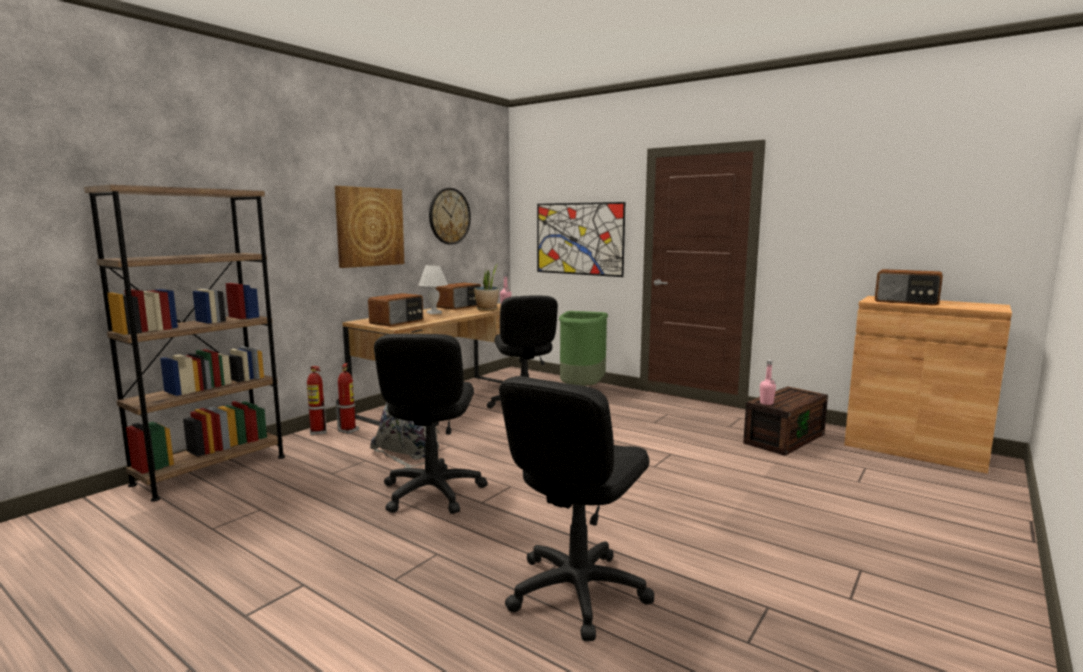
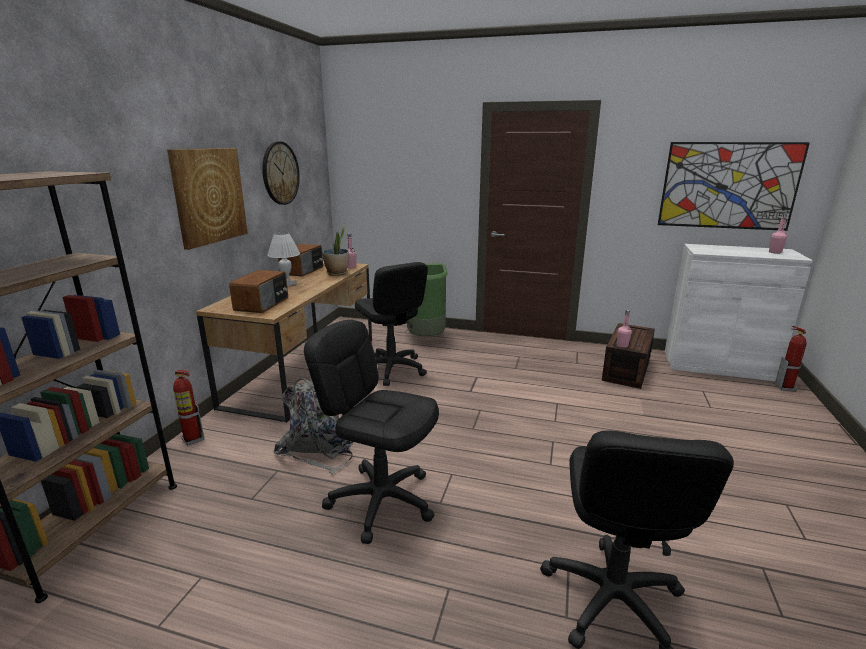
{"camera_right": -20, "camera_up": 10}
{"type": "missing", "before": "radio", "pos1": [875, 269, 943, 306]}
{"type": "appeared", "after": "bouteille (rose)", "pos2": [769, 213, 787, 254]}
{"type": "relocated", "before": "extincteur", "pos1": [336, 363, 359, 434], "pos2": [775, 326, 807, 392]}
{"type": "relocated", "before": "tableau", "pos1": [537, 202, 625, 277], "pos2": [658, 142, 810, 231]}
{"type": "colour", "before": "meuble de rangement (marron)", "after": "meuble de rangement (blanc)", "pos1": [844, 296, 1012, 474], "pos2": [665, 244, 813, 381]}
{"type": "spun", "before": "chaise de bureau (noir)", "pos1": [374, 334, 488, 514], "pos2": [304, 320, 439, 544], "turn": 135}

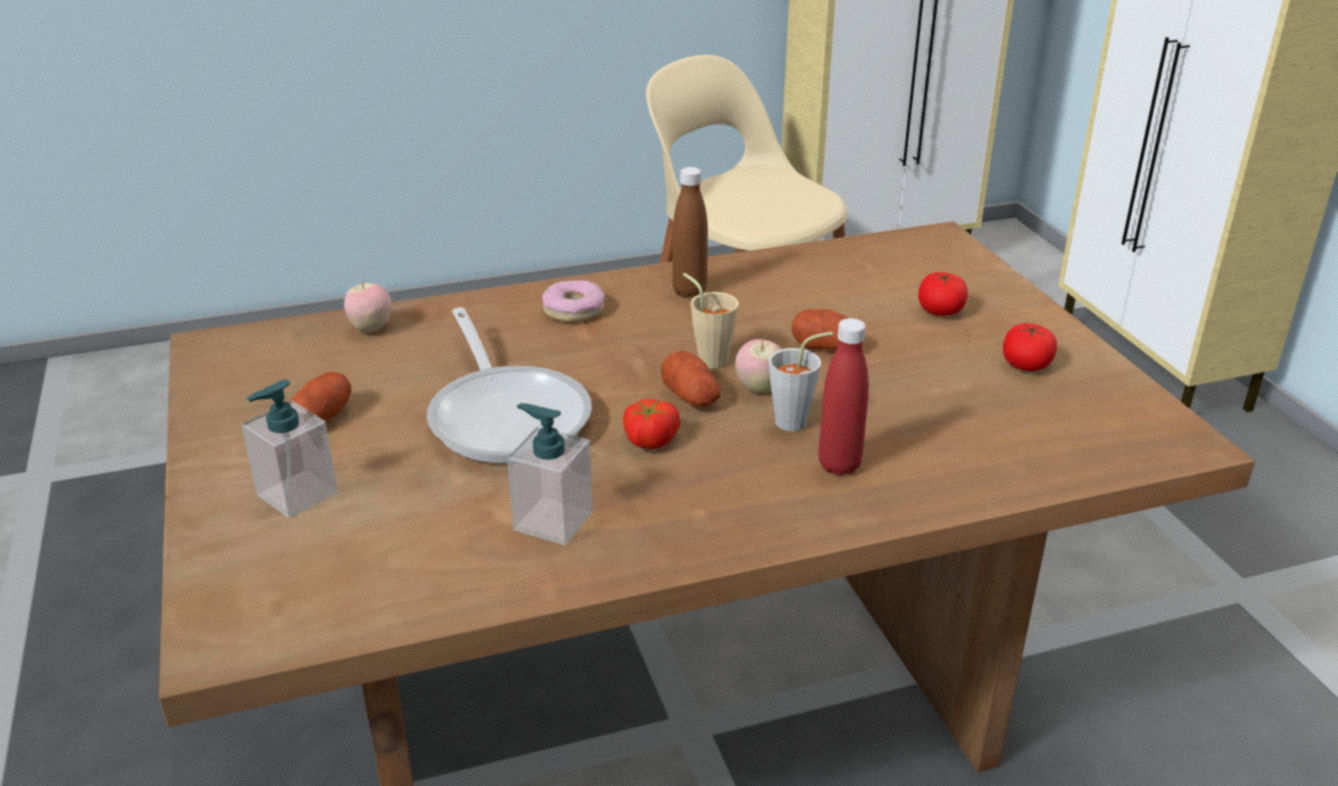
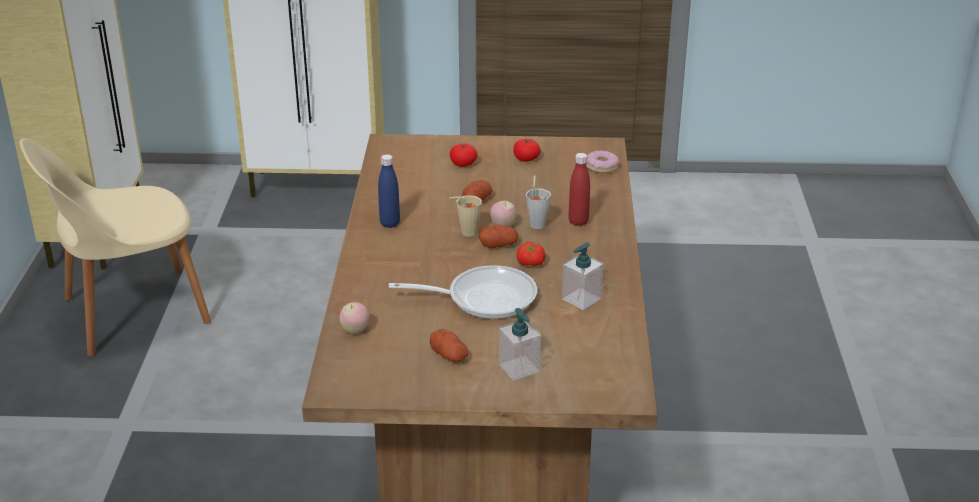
{"camera_right": -70, "camera_up": 0}
{"type": "relocated", "before": "beignet", "pos1": [542, 280, 605, 322], "pos2": [586, 151, 619, 173]}
{"type": "colour", "before": "bouteille (marron)", "after": "bouteille (bleu)", "pos1": [672, 167, 708, 298], "pos2": [378, 154, 400, 228]}

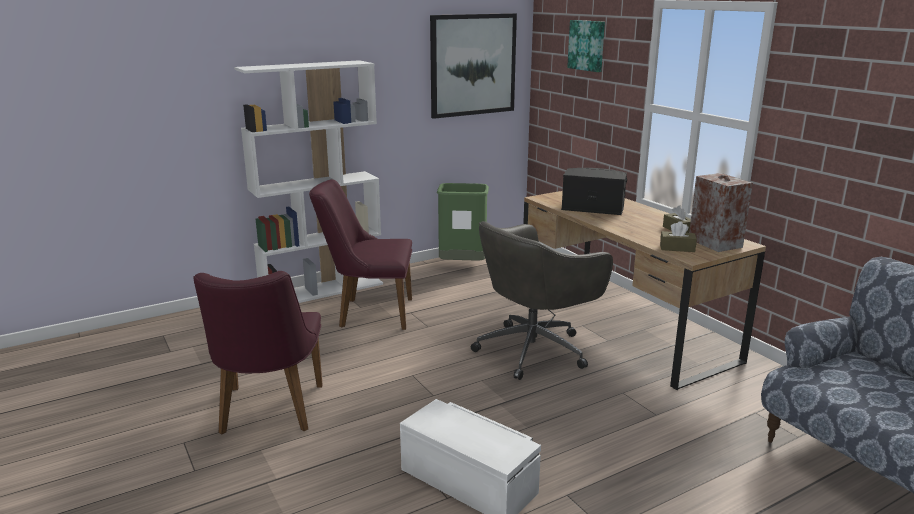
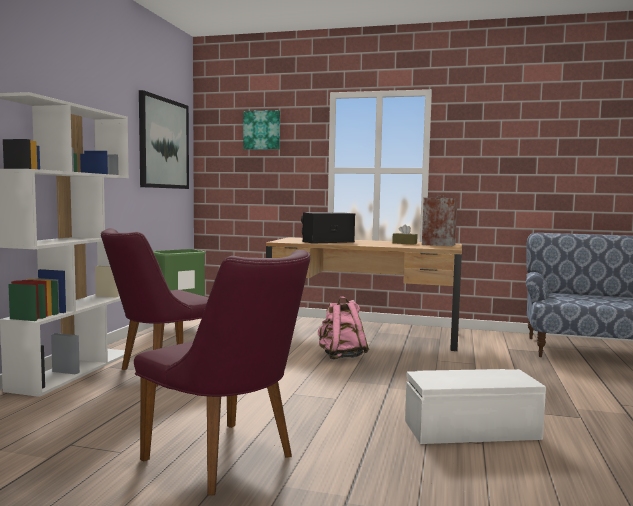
{"camera_right": -45, "camera_up": -15}
{"type": "missing", "before": "boîte à mouchoirs (marron)", "pos1": [660, 221, 697, 252]}
{"type": "exchanged", "before": "chaise de bureau (gris)", "after": "sac à dos (rose)", "pos1": [471, 221, 613, 380], "pos2": [318, 296, 369, 360]}

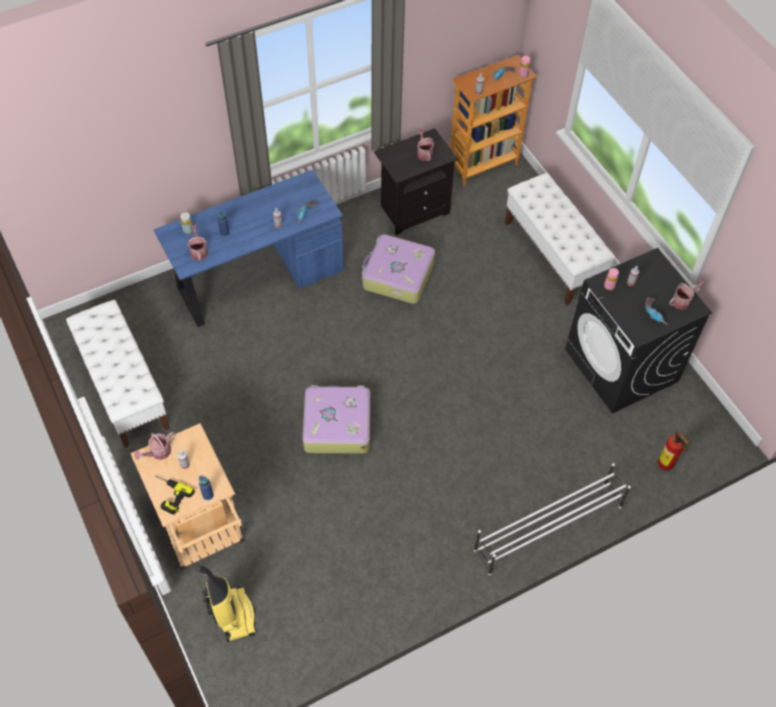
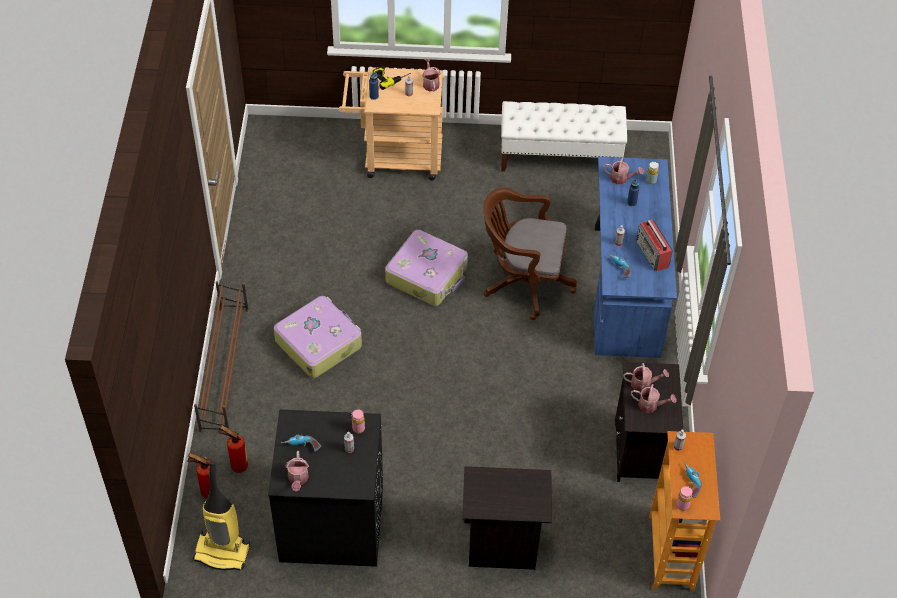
{"camera_right": 120, "camera_up": -5}
{"type": "appeared", "after": "extincteur", "pos2": [219, 425, 248, 473]}
{"type": "appeared", "after": "chaise de bureau (marron)", "pos2": [483, 187, 577, 320]}
{"type": "appeared", "after": "arrosoir", "pos2": [623, 363, 669, 392]}
{"type": "appeared", "after": "radio", "pos2": [636, 220, 673, 271]}
{"type": "relocated", "before": "aspirateur", "pos1": [196, 565, 256, 642], "pos2": [193, 461, 250, 571]}
{"type": "relocated", "before": "valise", "pos1": [362, 234, 435, 304], "pos2": [274, 296, 362, 378]}
{"type": "exchanged", "before": "banc (blanc)", "after": "table de chevet (noir)", "pos1": [505, 173, 616, 305], "pos2": [462, 466, 552, 570]}
{"type": "colour", "before": "étagère à chaussures (blanc)", "after": "étagère à chaussures (marron)", "pos1": [474, 463, 631, 575], "pos2": [194, 281, 249, 432]}

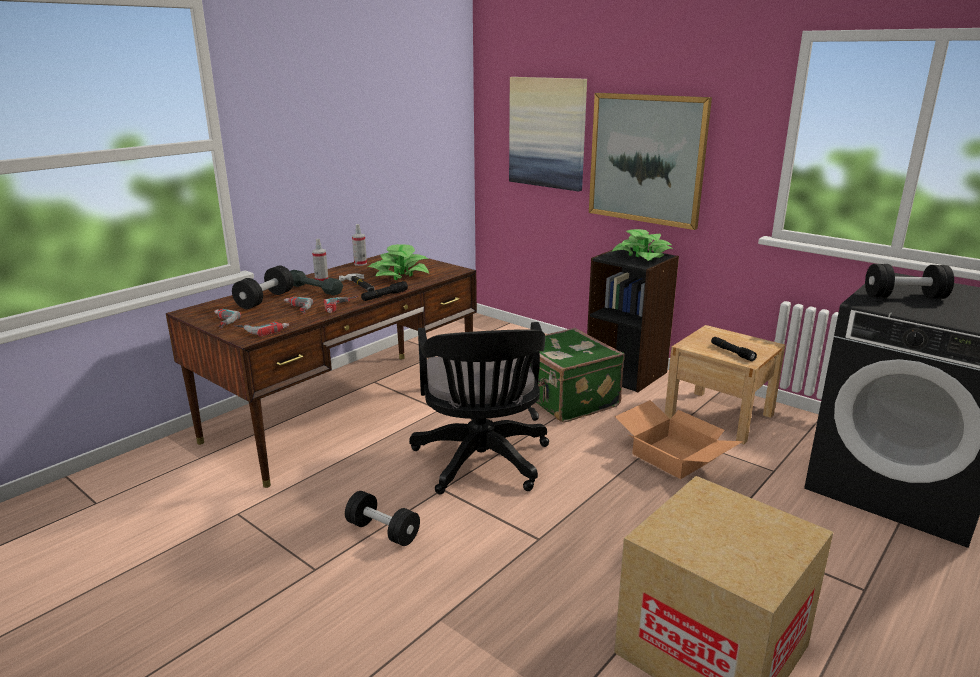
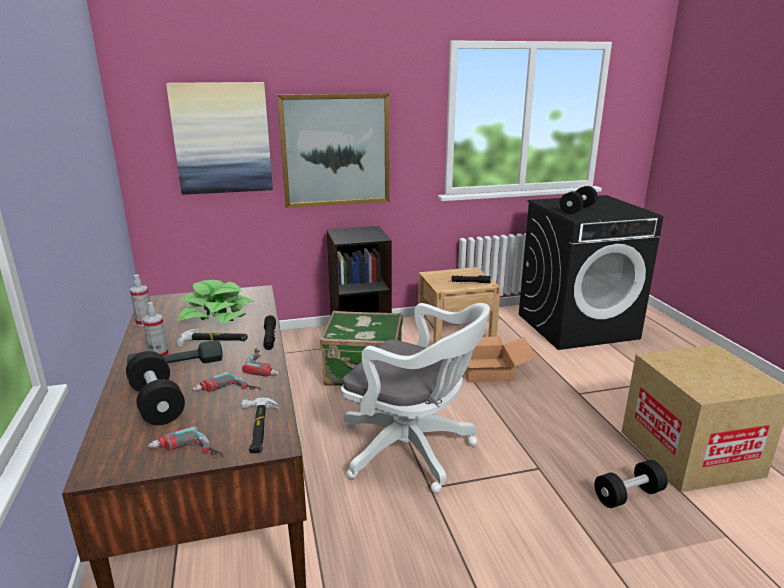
{"camera_right": -55, "camera_up": 0}
{"type": "missing", "before": "plante en pot", "pos1": [611, 229, 673, 261]}
{"type": "relocated", "before": "haltère (noir)", "pos1": [345, 491, 420, 546], "pos2": [594, 460, 668, 508]}
{"type": "exchanged", "before": "perceuse", "after": "marteau", "pos1": [233, 322, 289, 337], "pos2": [242, 397, 279, 453]}
{"type": "colour", "before": "chaise de bureau (noir)", "after": "chaise de bureau (blanc)", "pos1": [409, 322, 549, 494], "pos2": [341, 303, 490, 493]}

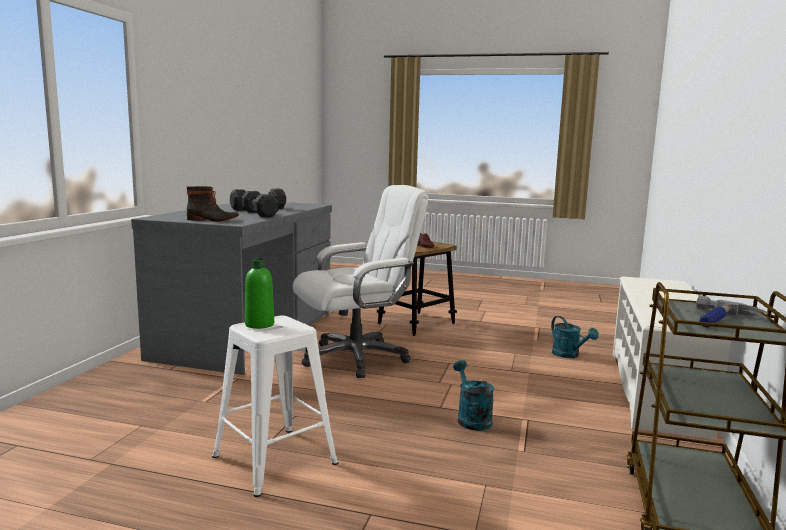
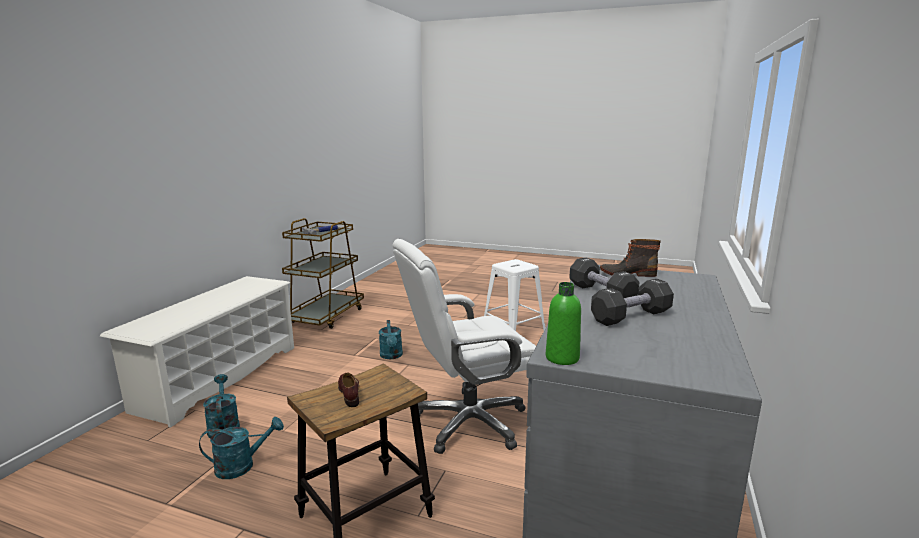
{"camera_right": -175, "camera_up": 5}
{"type": "appeared", "after": "arrosoir (turquoise)", "pos2": [199, 417, 284, 479]}
{"type": "relocated", "before": "bouteille (vert)", "pos1": [245, 258, 274, 329], "pos2": [546, 282, 581, 365]}

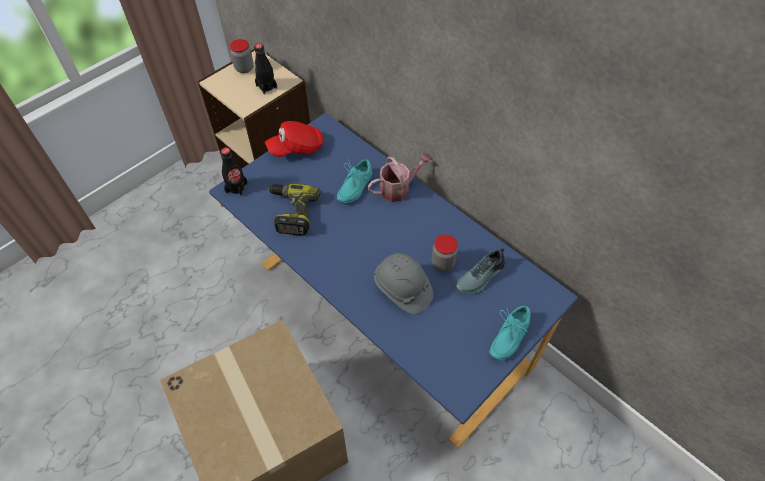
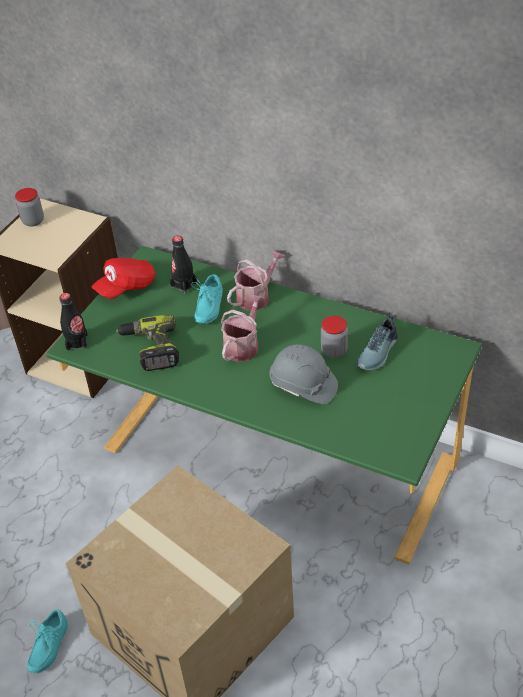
{"camera_right": -15, "camera_up": -10}
{"type": "appeared", "after": "arrosoir", "pos2": [221, 294, 265, 362]}
{"type": "relocated", "before": "bouteille (noir)", "pos1": [254, 43, 277, 94], "pos2": [170, 236, 197, 294]}
{"type": "relocated", "before": "chaussure (turquoise)", "pos1": [489, 306, 531, 360], "pos2": [27, 610, 68, 673]}
{"type": "colour", "before": "bureau (bleu)", "after": "bureau (vert)", "pos1": [209, 113, 578, 449], "pos2": [46, 246, 482, 564]}

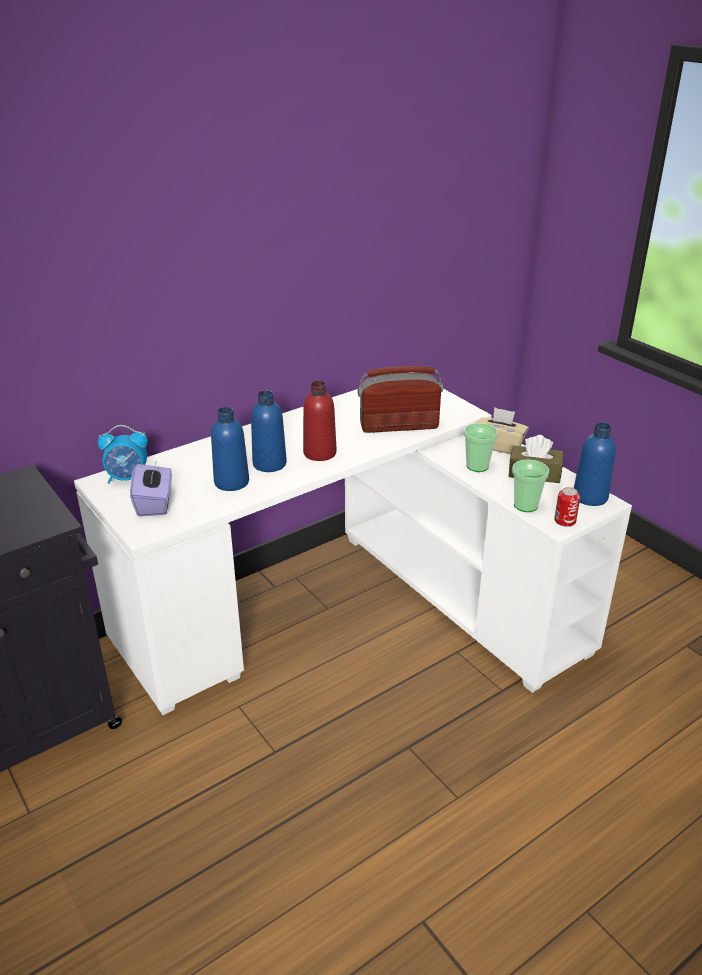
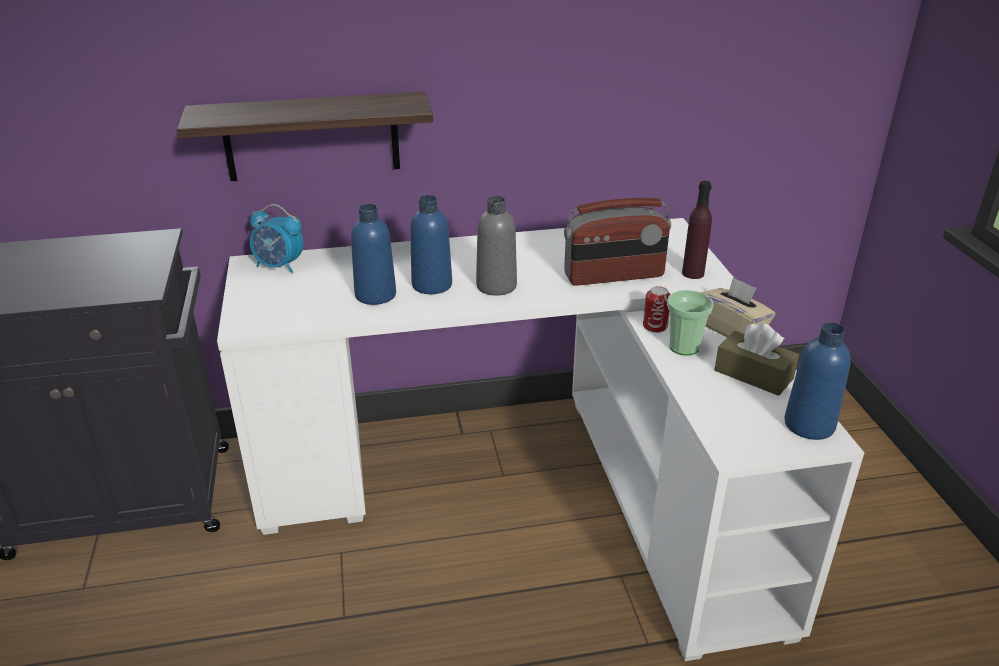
{"camera_right": 25, "camera_up": 0}
{"type": "missing", "before": "boîte à mouchoirs (violet)", "pos1": [130, 463, 172, 516]}
{"type": "missing", "before": "tasse", "pos1": [512, 459, 549, 512]}
{"type": "appeared", "after": "étagère", "pos2": [177, 92, 433, 181]}
{"type": "appeared", "after": "bouteille (violet)", "pos2": [682, 181, 712, 279]}
{"type": "relocated", "before": "boîte métallique", "pos1": [554, 487, 580, 527], "pos2": [643, 286, 671, 333]}
{"type": "colour", "before": "bouteille (rouge)", "after": "bouteille (gris)", "pos1": [303, 381, 336, 461], "pos2": [476, 196, 517, 296]}
{"type": "spun", "before": "radio", "pos1": [358, 366, 443, 433], "pos2": [564, 198, 671, 286], "turn": 150}

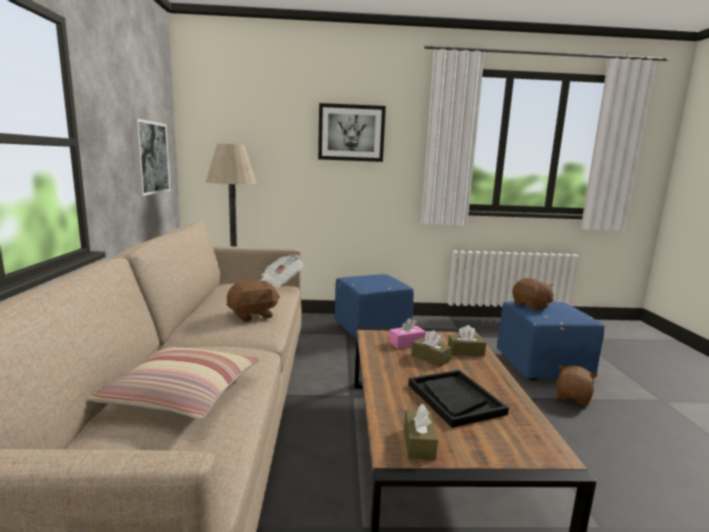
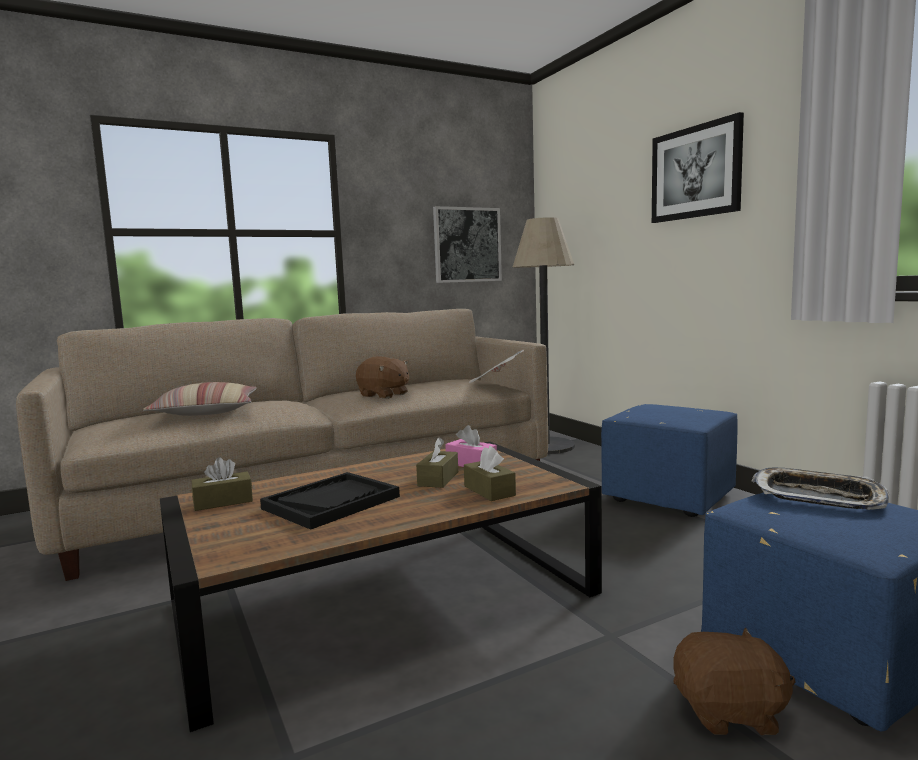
{"camera_right": 65, "camera_up": -5}
{"type": "exchanged", "before": "peluche (marron)", "after": "plateau", "pos1": [513, 278, 554, 311], "pos2": [751, 467, 889, 510]}

